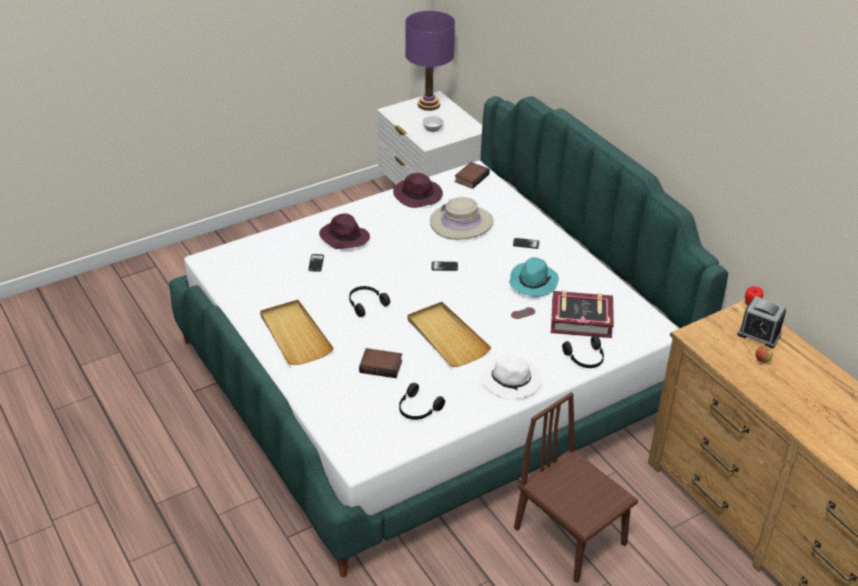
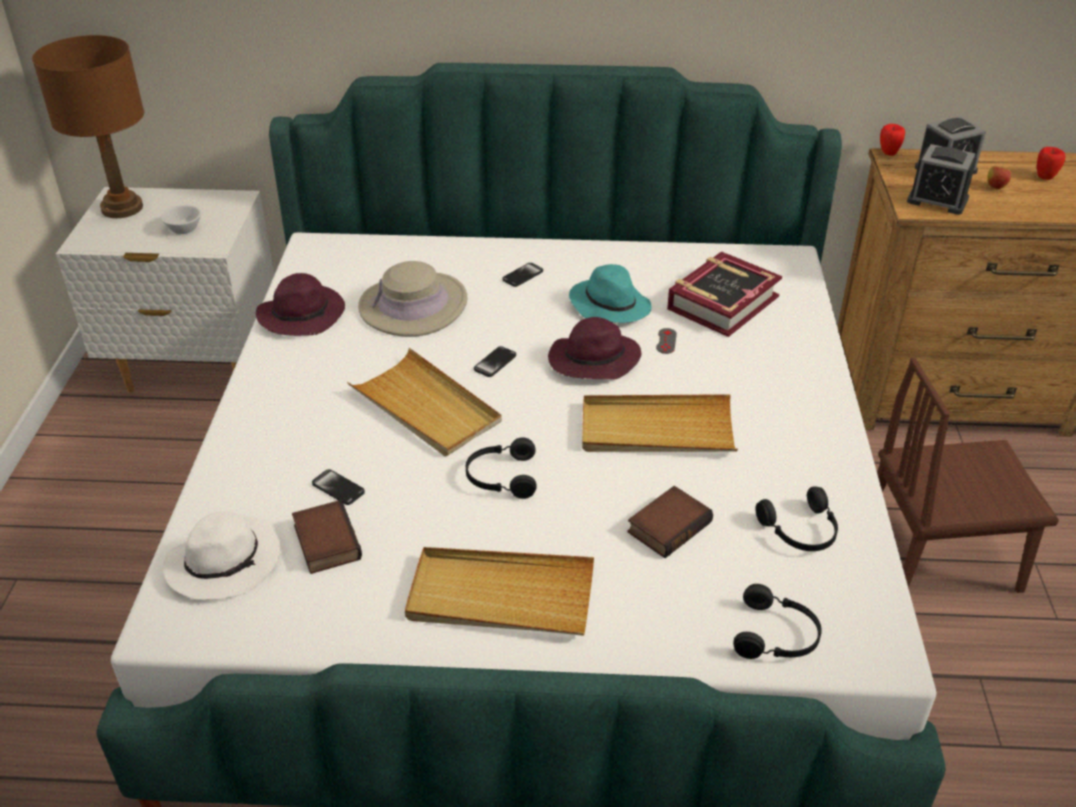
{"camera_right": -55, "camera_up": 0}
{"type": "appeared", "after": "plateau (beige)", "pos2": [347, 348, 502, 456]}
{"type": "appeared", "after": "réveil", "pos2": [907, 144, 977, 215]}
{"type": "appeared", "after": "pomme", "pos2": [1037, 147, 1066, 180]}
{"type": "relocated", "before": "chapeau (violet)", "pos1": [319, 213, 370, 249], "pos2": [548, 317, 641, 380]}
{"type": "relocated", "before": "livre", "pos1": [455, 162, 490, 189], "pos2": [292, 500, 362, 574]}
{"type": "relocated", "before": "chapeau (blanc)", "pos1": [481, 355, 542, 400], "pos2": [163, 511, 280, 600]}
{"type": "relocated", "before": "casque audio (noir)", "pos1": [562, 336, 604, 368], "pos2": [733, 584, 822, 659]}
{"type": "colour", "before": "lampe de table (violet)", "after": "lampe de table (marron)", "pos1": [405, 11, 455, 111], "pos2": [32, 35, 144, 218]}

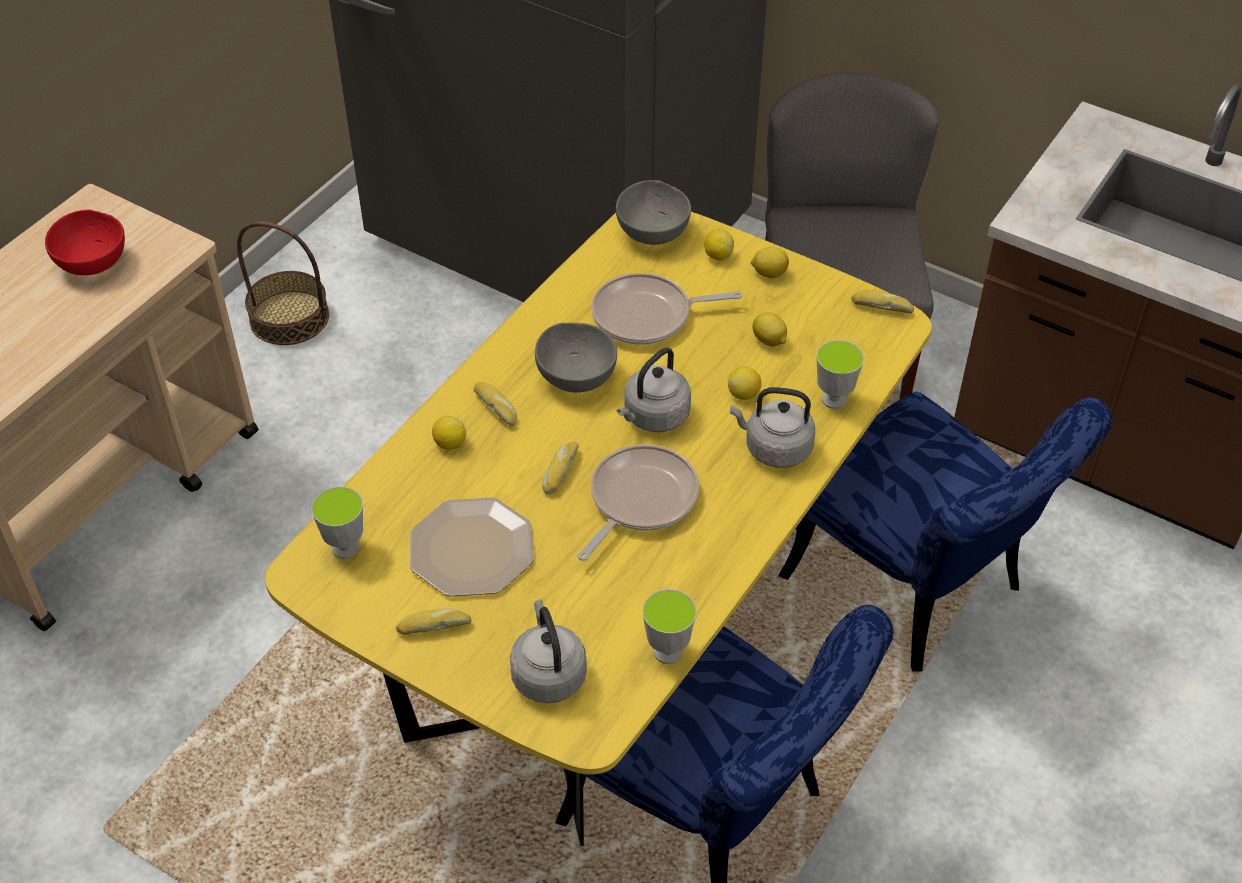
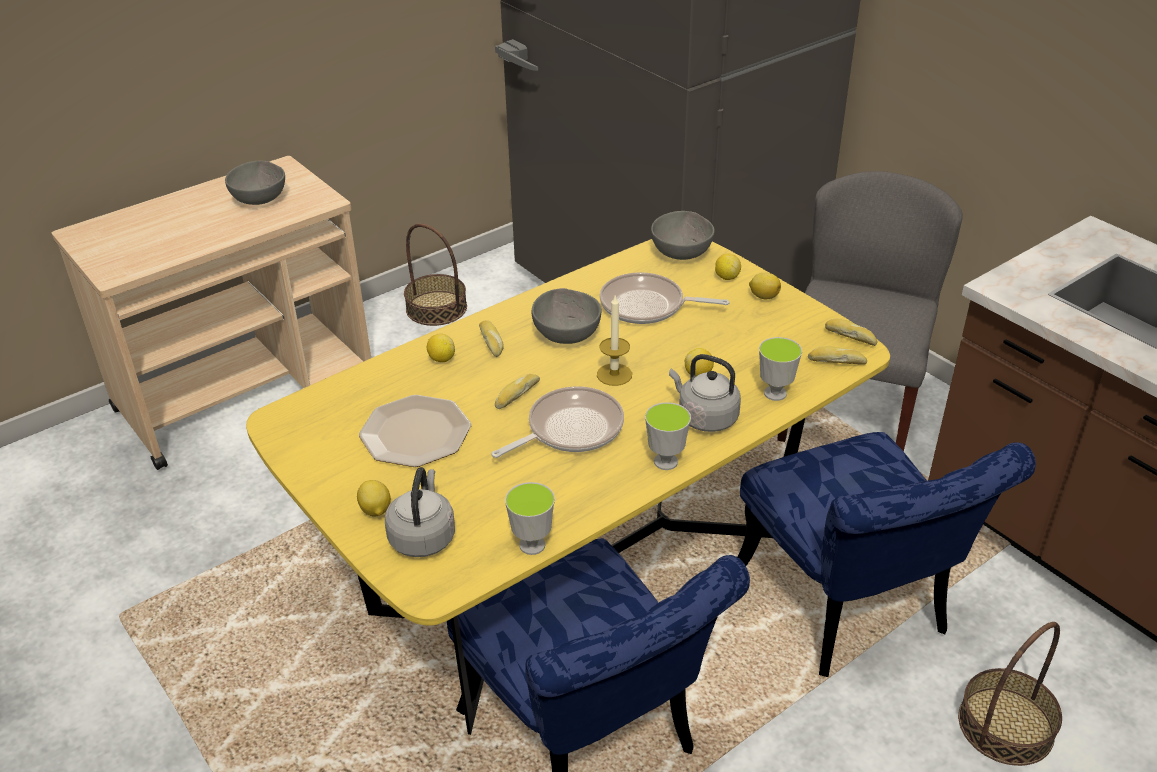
{"camera_right": 20, "camera_up": -10}
{"type": "appeared", "after": "panier", "pos2": [958, 622, 1062, 766]}
{"type": "relocated", "before": "tasse", "pos1": [311, 486, 363, 559], "pos2": [645, 402, 691, 470]}
{"type": "relocated", "before": "pain", "pos1": [396, 609, 471, 635], "pos2": [808, 346, 867, 365]}
{"type": "relocated", "before": "citron", "pos1": [753, 312, 787, 346], "pos2": [357, 480, 391, 517]}
{"type": "exchanged", "before": "bouilloire (gris)", "after": "bougie", "pos1": [617, 347, 691, 432], "pos2": [597, 296, 632, 386]}
{"type": "colour", "before": "bol (rouge)", "after": "bol (gris)", "pos1": [45, 209, 125, 275], "pos2": [225, 161, 285, 205]}

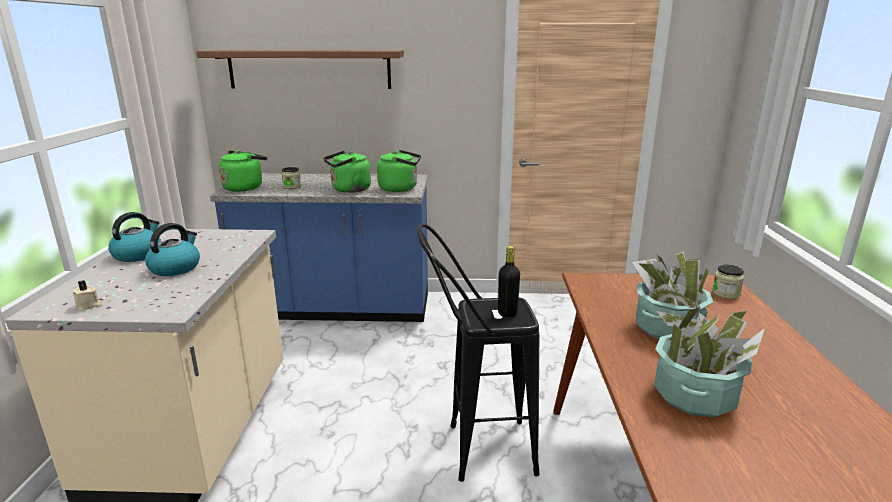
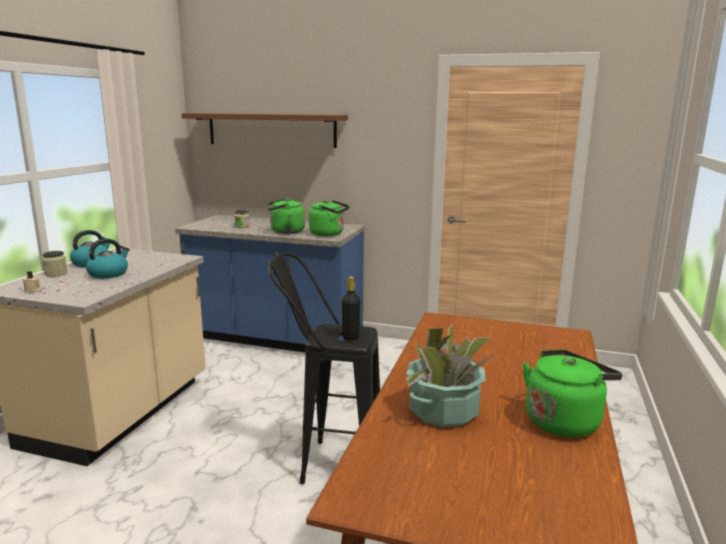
{"camera_right": 15, "camera_up": -5}
{"type": "missing", "before": "plante en pot", "pos1": [632, 252, 713, 339]}
{"type": "relocated", "before": "bouilloire (vert)", "pos1": [219, 150, 267, 192], "pos2": [523, 349, 623, 437]}
{"type": "relocated", "before": "bocal", "pos1": [712, 264, 744, 299], "pos2": [42, 251, 68, 277]}

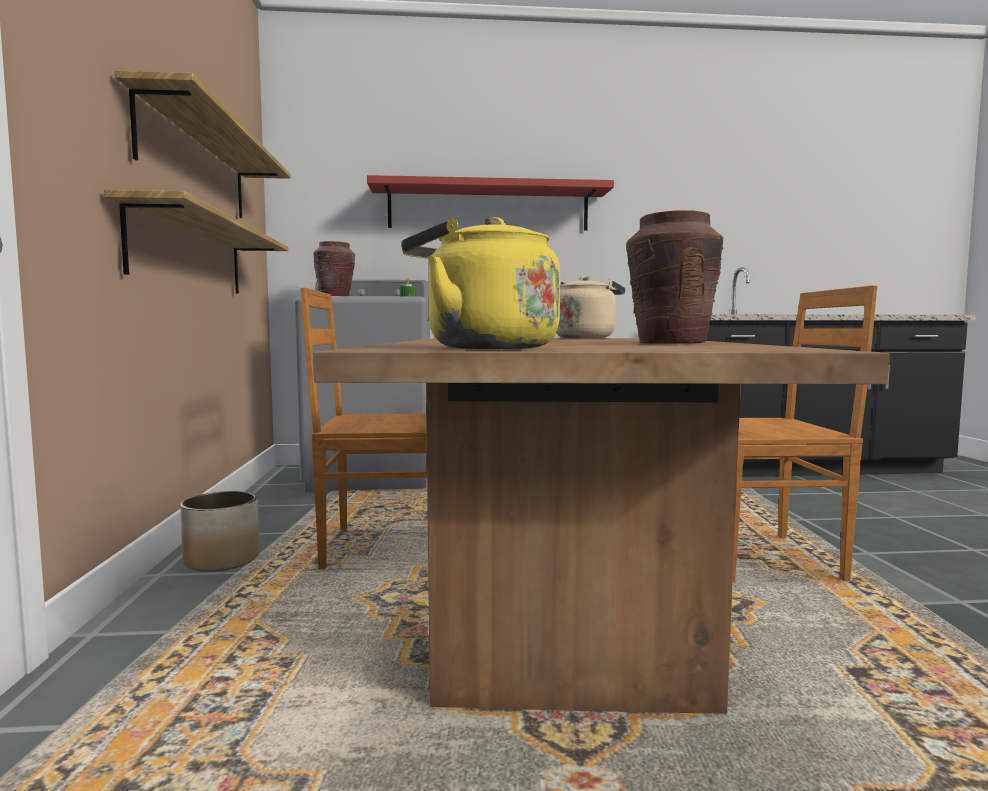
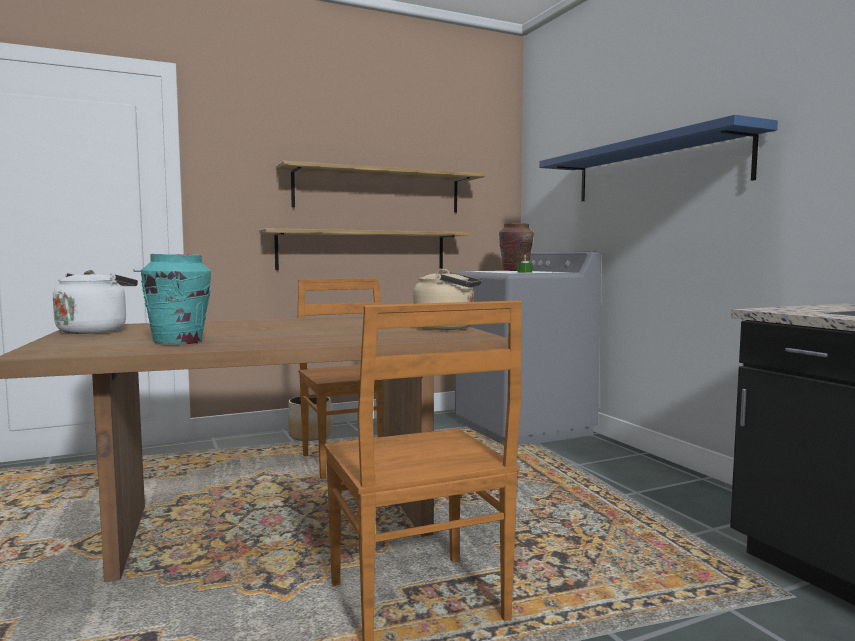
{"camera_right": 70, "camera_up": 0}
{"type": "colour", "before": "étagère (rouge)", "after": "étagère (bleu)", "pos1": [367, 175, 614, 231], "pos2": [539, 115, 778, 201]}
{"type": "colour", "before": "bouilloire (jaune)", "after": "bouilloire (blanc)", "pos1": [401, 217, 560, 349], "pos2": [52, 270, 138, 334]}
{"type": "colour", "before": "vase (marron)", "after": "vase (turquoise)", "pos1": [626, 210, 723, 344], "pos2": [141, 254, 211, 344]}

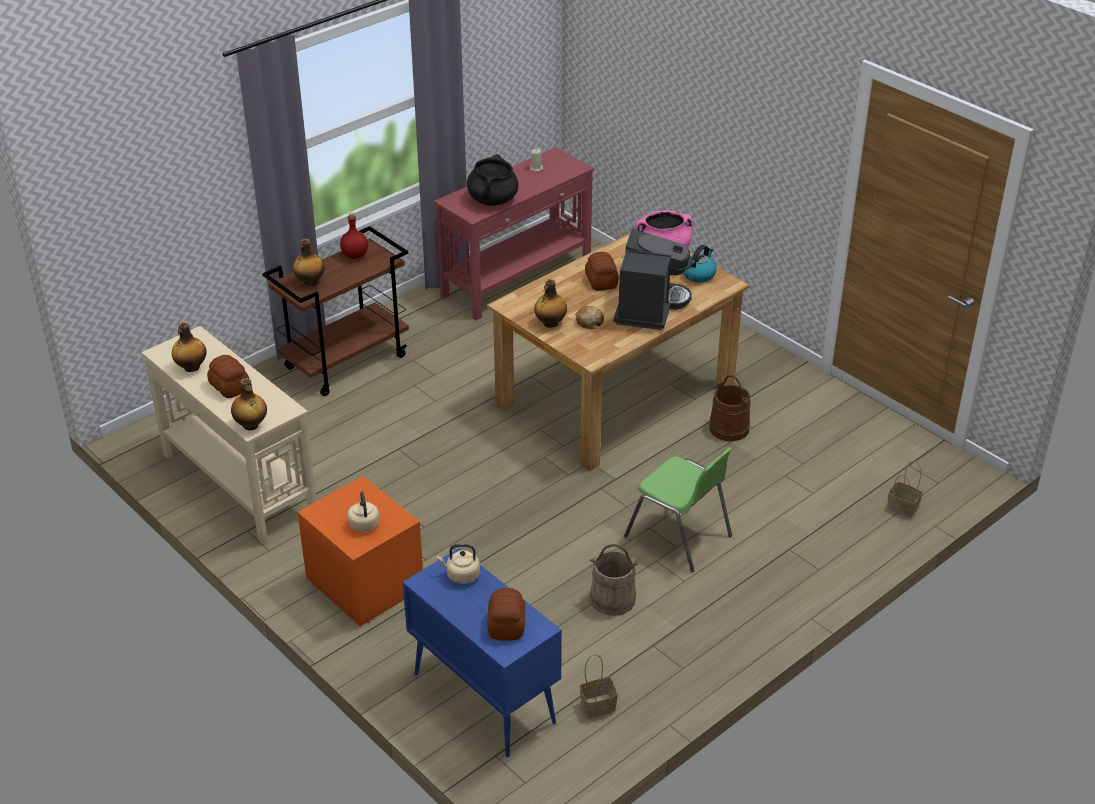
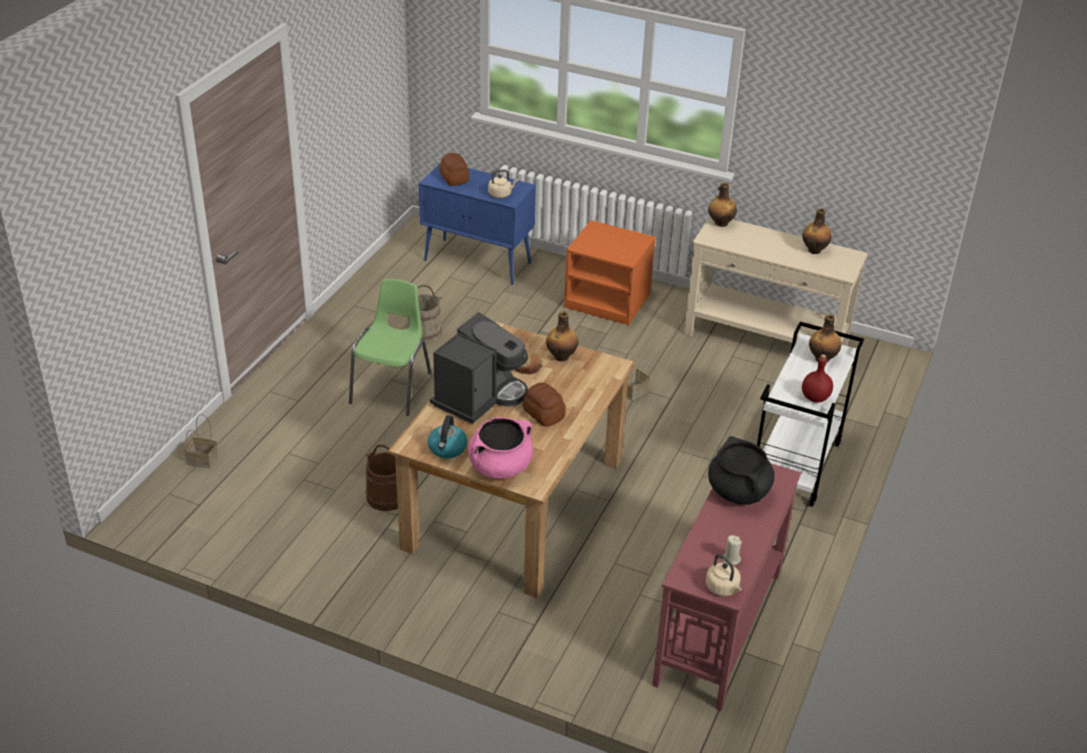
{"camera_right": 155, "camera_up": 0}
{"type": "missing", "before": "pain", "pos1": [207, 355, 249, 398]}
{"type": "relocated", "before": "bouilloire (beige)", "pos1": [348, 491, 379, 532], "pos2": [706, 554, 742, 596]}
{"type": "relocated", "before": "panier", "pos1": [580, 654, 618, 718], "pos2": [623, 349, 650, 401]}
{"type": "colour", "before": "chariot (marron)", "after": "chariot (blanc)", "pos1": [262, 226, 409, 396], "pos2": [757, 322, 864, 507]}
{"type": "spun", "before": "machine à café", "pos1": [613, 228, 693, 330], "pos2": [430, 312, 528, 424], "turn": -135}
{"type": "spun", "before": "chaise (vert)", "pos1": [624, 447, 732, 572], "pos2": [349, 279, 431, 416], "turn": 90}

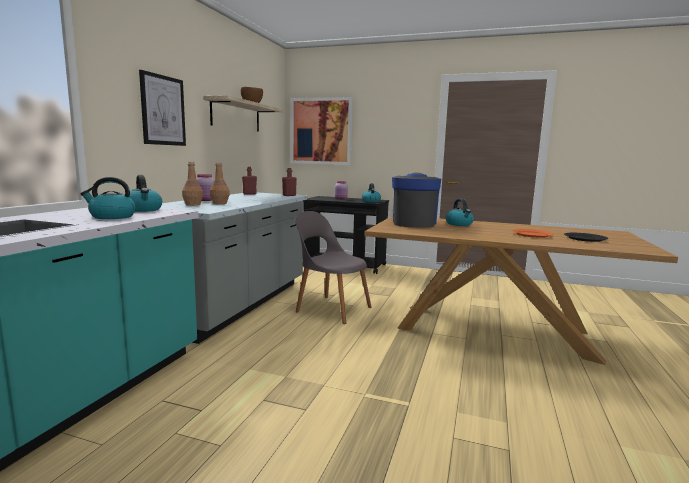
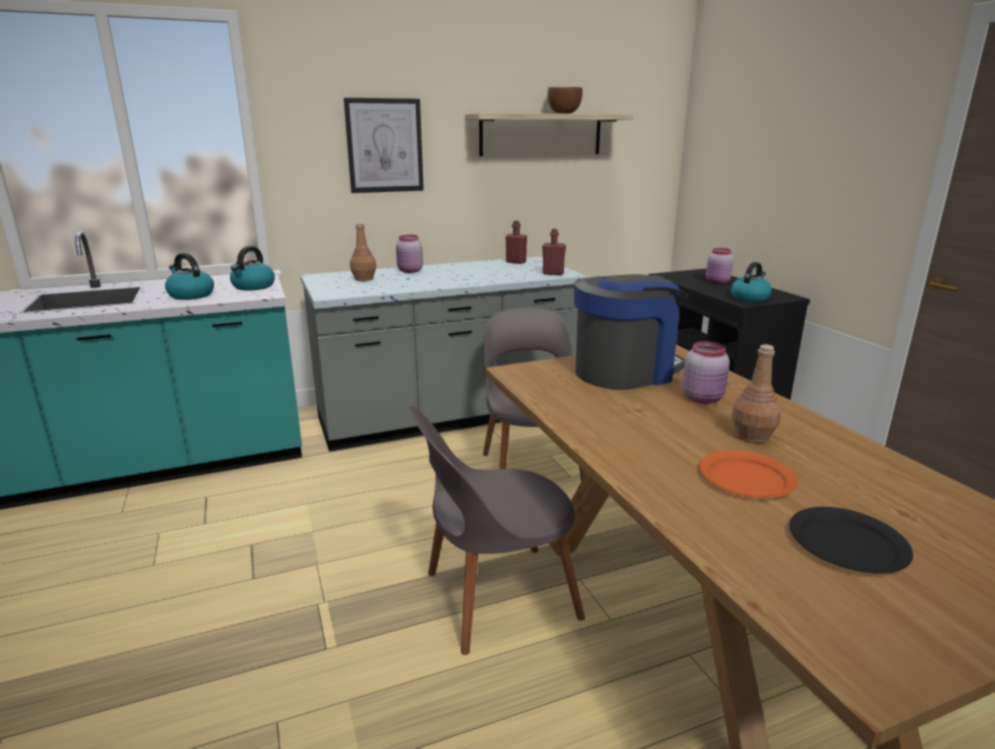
{"camera_right": 50, "camera_up": 10}
{"type": "missing", "before": "tableau", "pos1": [291, 97, 353, 165]}
{"type": "appeared", "after": "chaise (gris)", "pos2": [408, 406, 585, 655]}
{"type": "relocated", "before": "bouteille (marron)", "pos1": [210, 162, 230, 204], "pos2": [732, 344, 781, 443]}
{"type": "exchanged", "before": "bouilloire", "after": "bocal (rose)", "pos1": [446, 199, 474, 226], "pos2": [682, 341, 730, 404]}

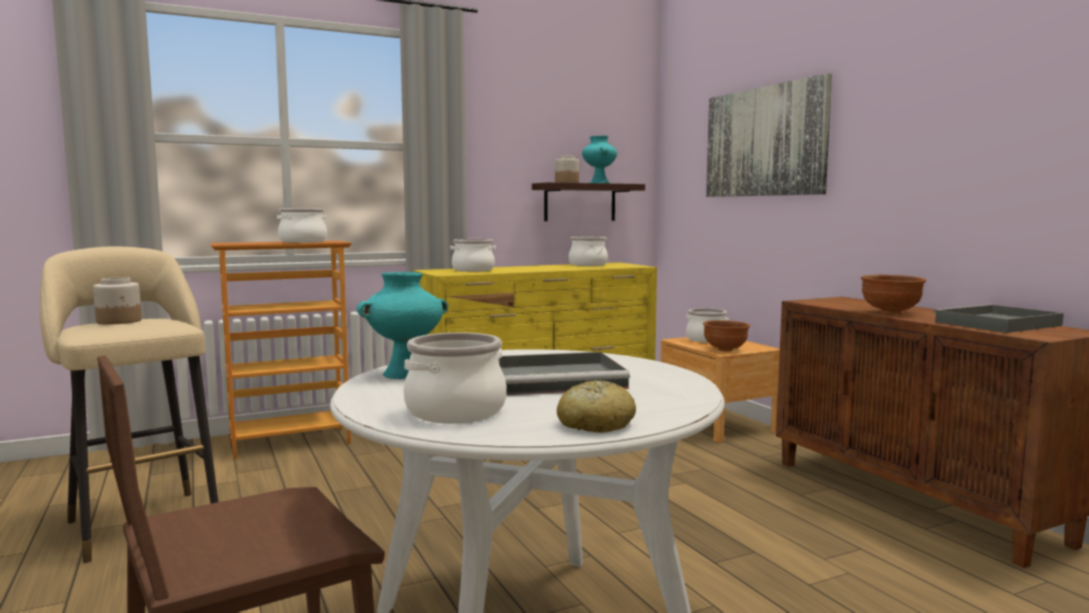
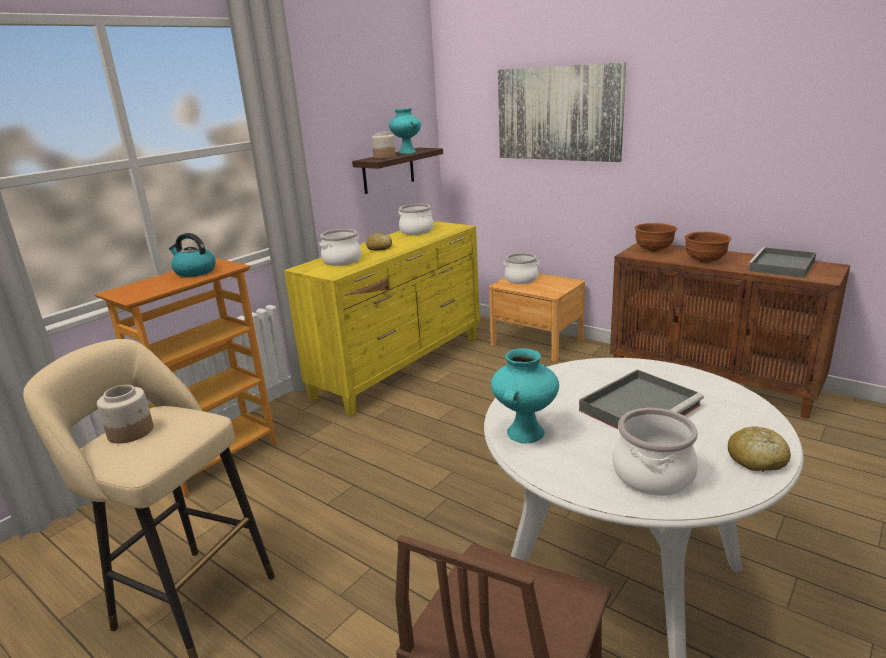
{"camera_right": -25, "camera_up": 15}
{"type": "appeared", "after": "pain", "pos2": [366, 233, 392, 251]}
{"type": "relocated", "before": "bol (marron)", "pos1": [703, 320, 750, 352], "pos2": [635, 223, 677, 252]}
{"type": "exchanged", "before": "marmite", "after": "bouilloire", "pos1": [277, 208, 327, 243], "pos2": [169, 233, 216, 277]}

